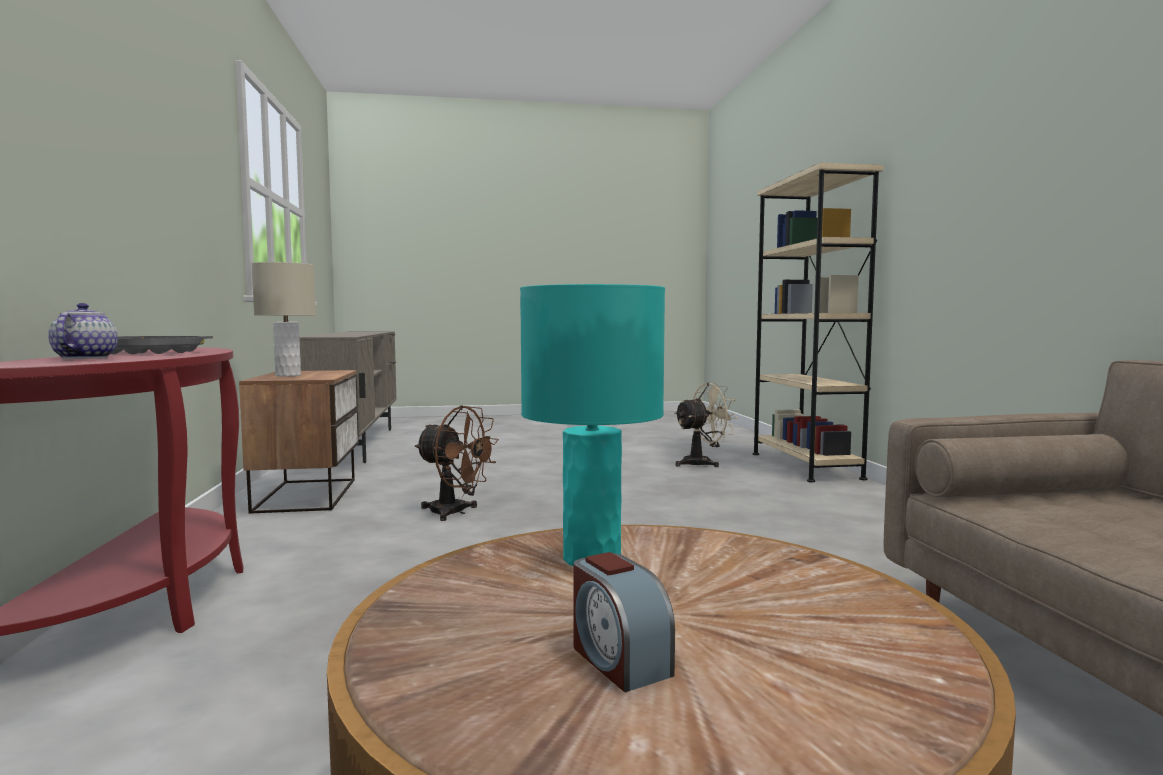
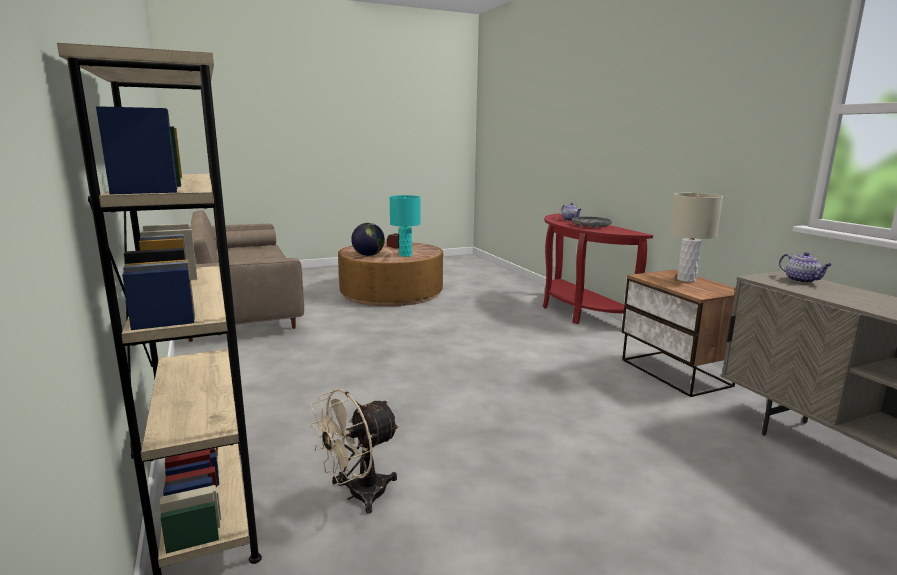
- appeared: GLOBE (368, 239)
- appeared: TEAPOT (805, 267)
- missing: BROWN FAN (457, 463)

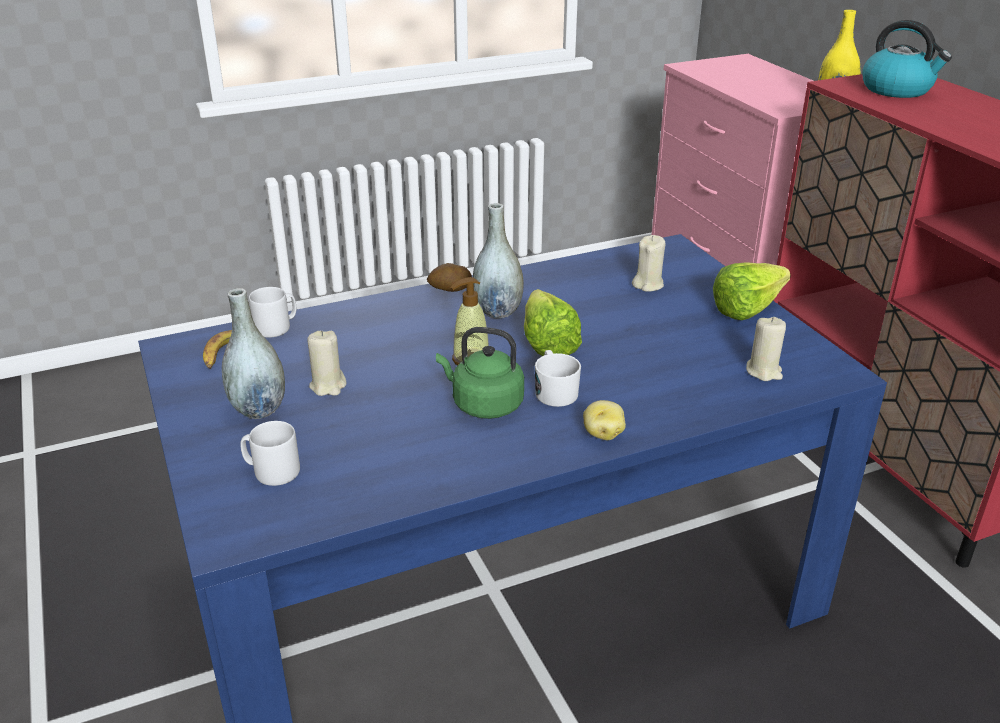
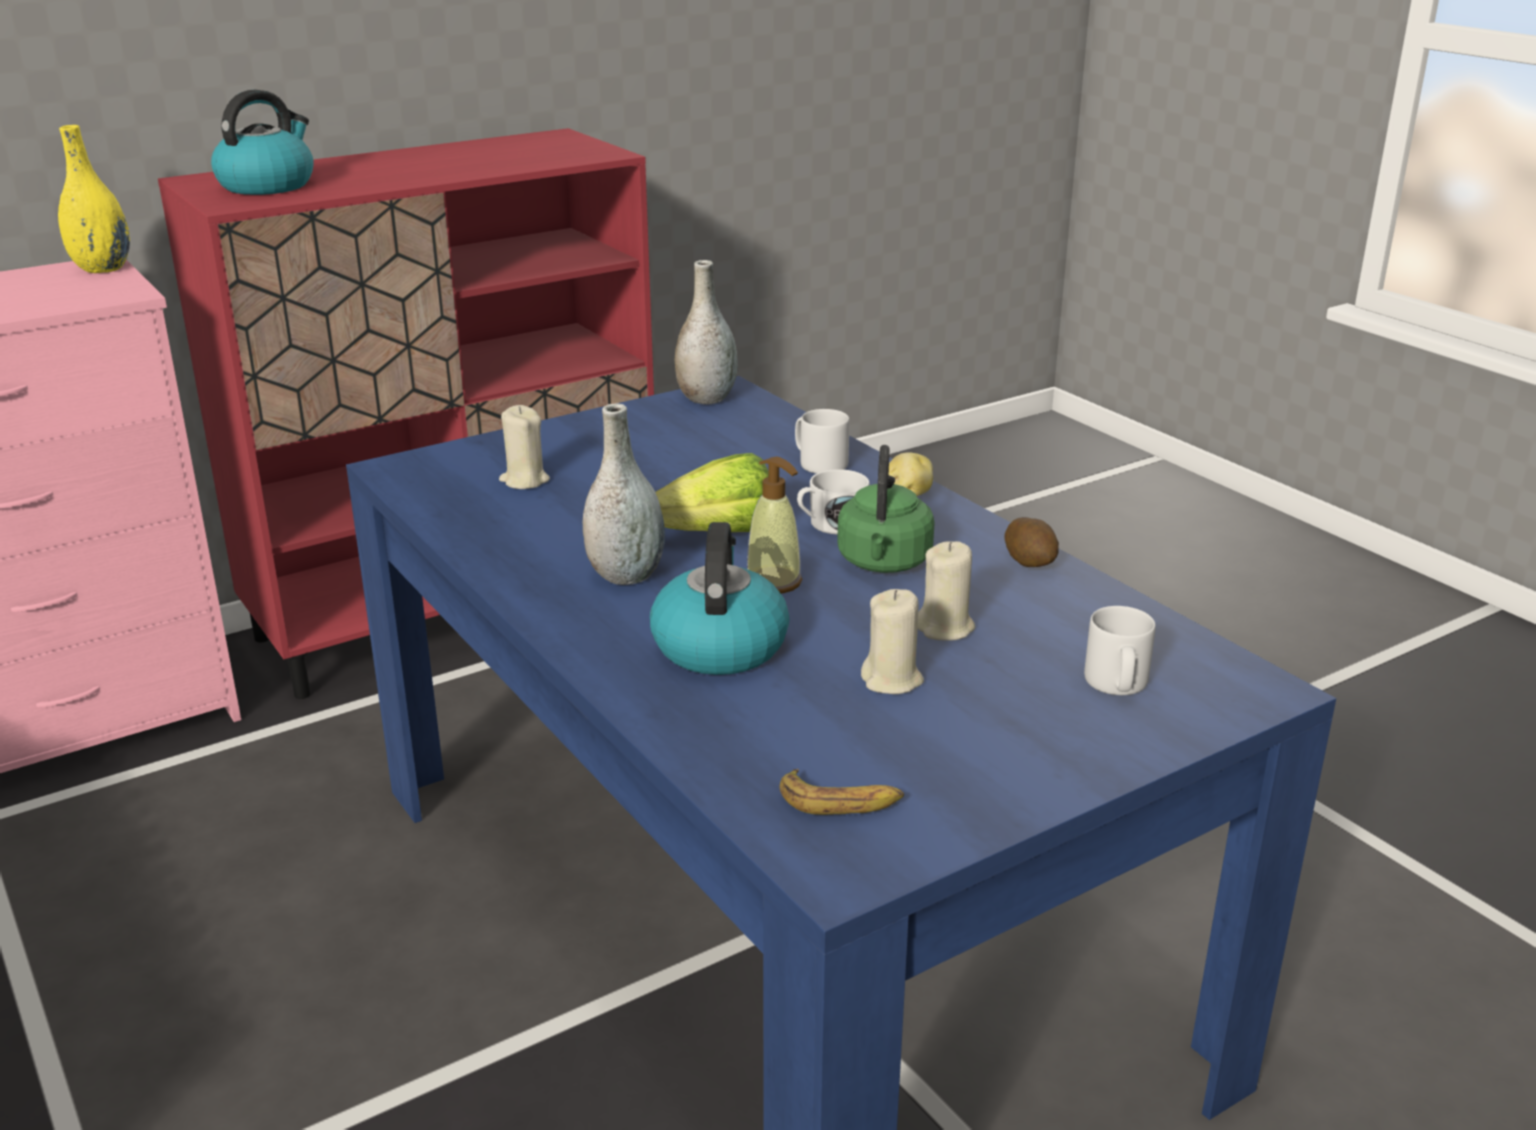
- appeared: KETTLE (720, 598)
- relocated: GREY VASE (253, 353) to (706, 332)
- relocated: GREY MUG (272, 312) to (822, 441)
- relocated: BEIGE CANDLE (766, 349) to (947, 591)
- relocated: POTATO (449, 277) to (1032, 542)
- missing: LETTUCE (752, 291)

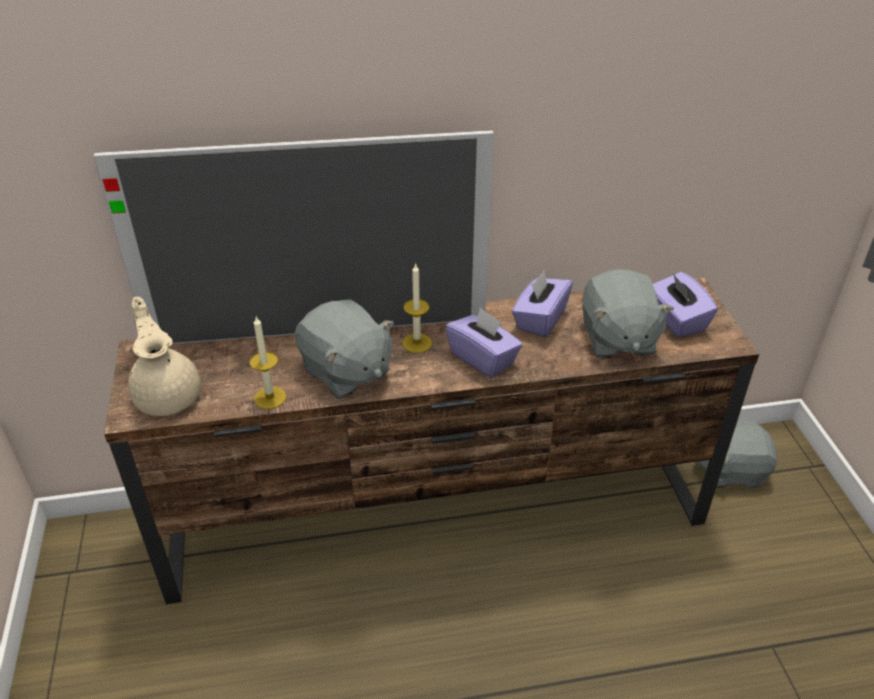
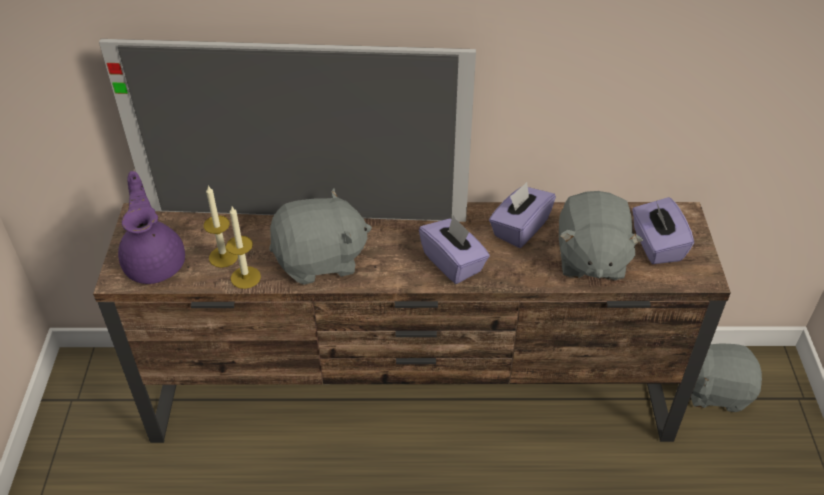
- colour: BEIGE TEAPOT (164, 356) to PURPLE TEAPOT (151, 227)
- relocated: CANDLE (417, 308) to (221, 226)
- spun: GREY PLUSH TOY (344, 349) = (320, 237) 75 degrees counterclockwise

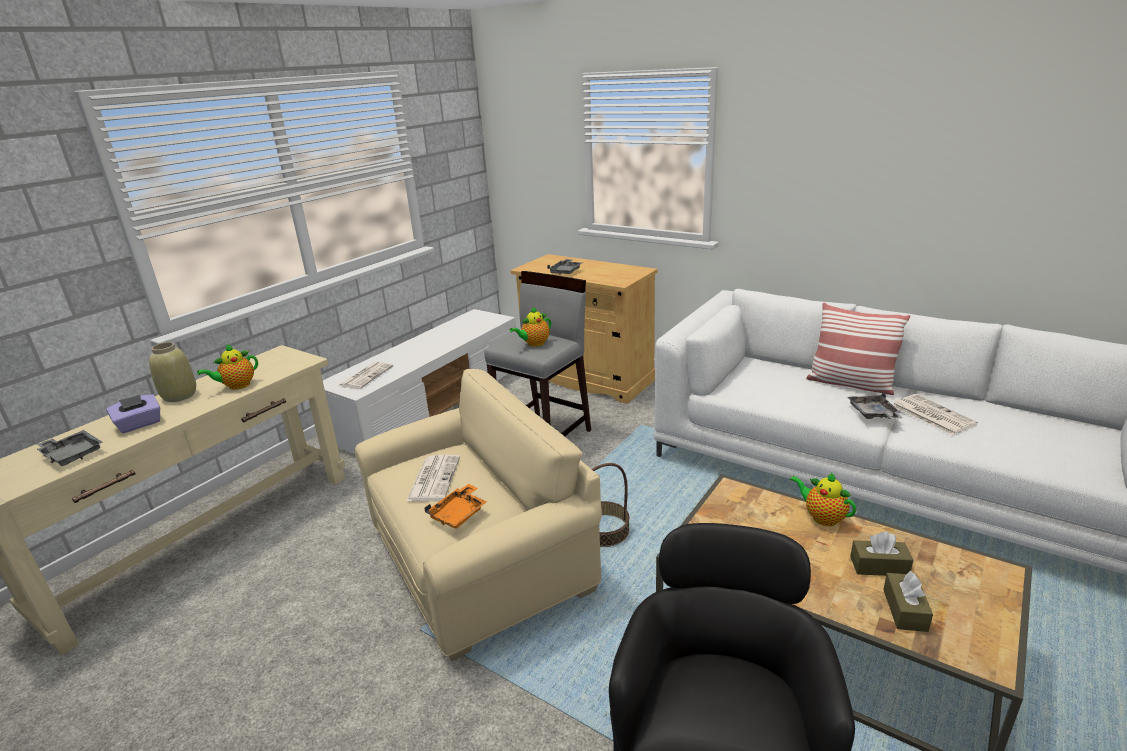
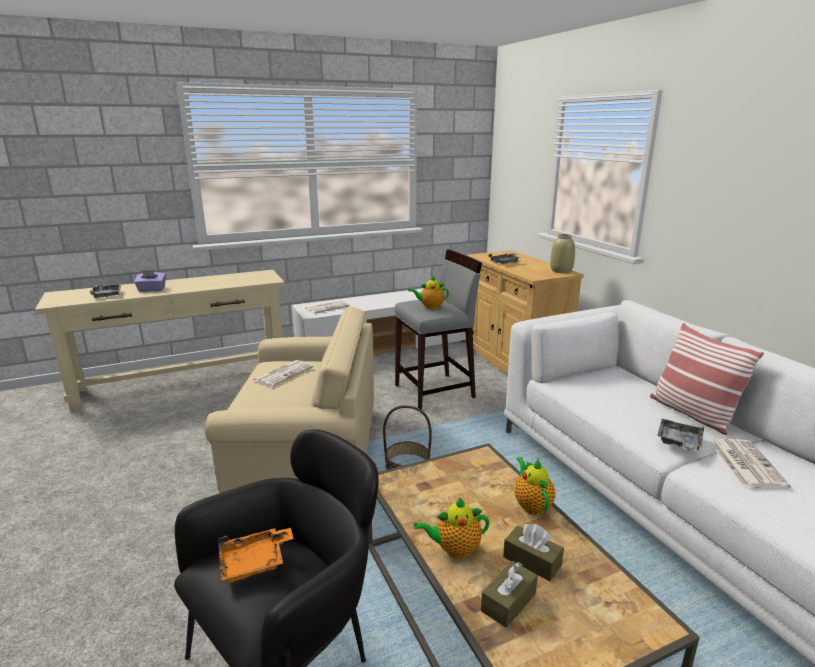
- relocated: ORANGE TRAY (455, 506) to (256, 555)
- relocated: TEAPOT (227, 367) to (451, 528)
- relocated: BEIGE VASE (172, 372) to (562, 253)

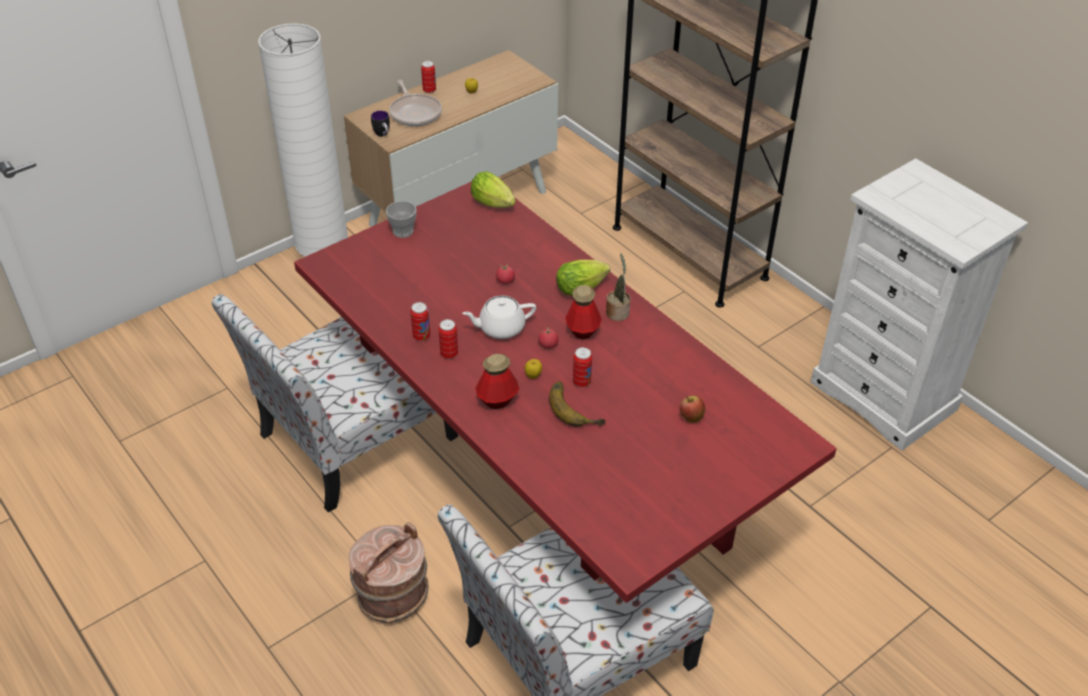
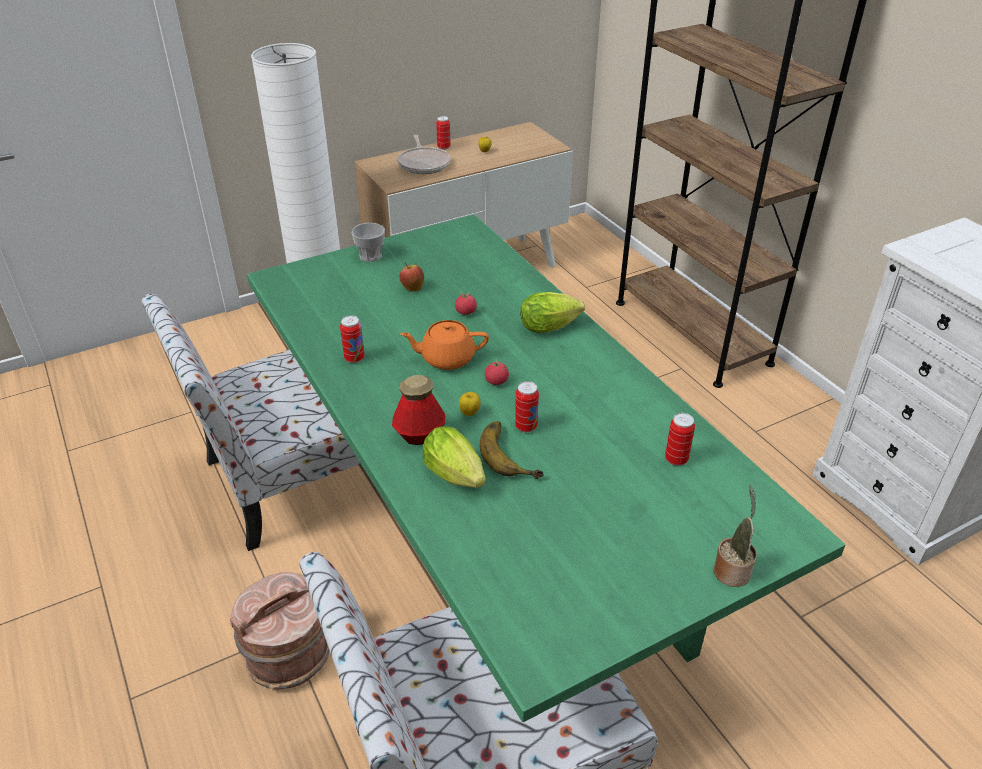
- colour: RED DINING TABLE (565, 392) to GREEN DINING TABLE (546, 468)
- relocated: APPLE (692, 409) to (411, 277)
- colour: WHITE TEAPOT (499, 317) to ORANGE TEAPOT (444, 345)
- relocated: LETTUCE (493, 189) to (454, 457)
- relocated: CAN (448, 339) to (680, 439)
- relocated: POTTED PLANT (618, 287) to (735, 536)
- missing: MUG (380, 124)
- missing: BOTTLE (583, 312)

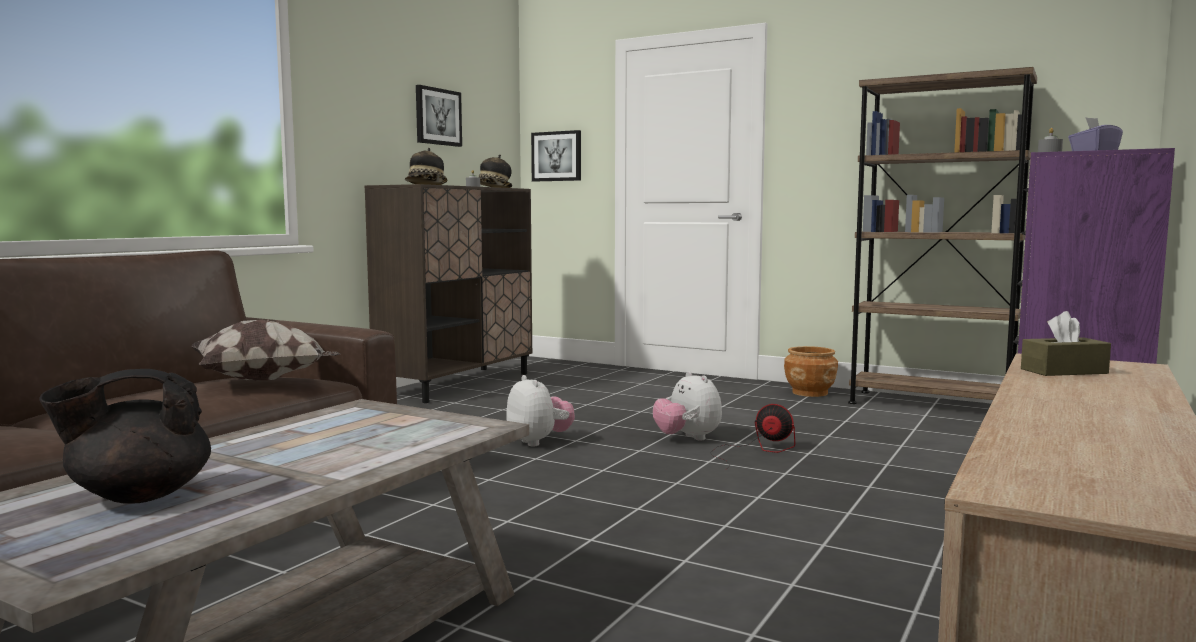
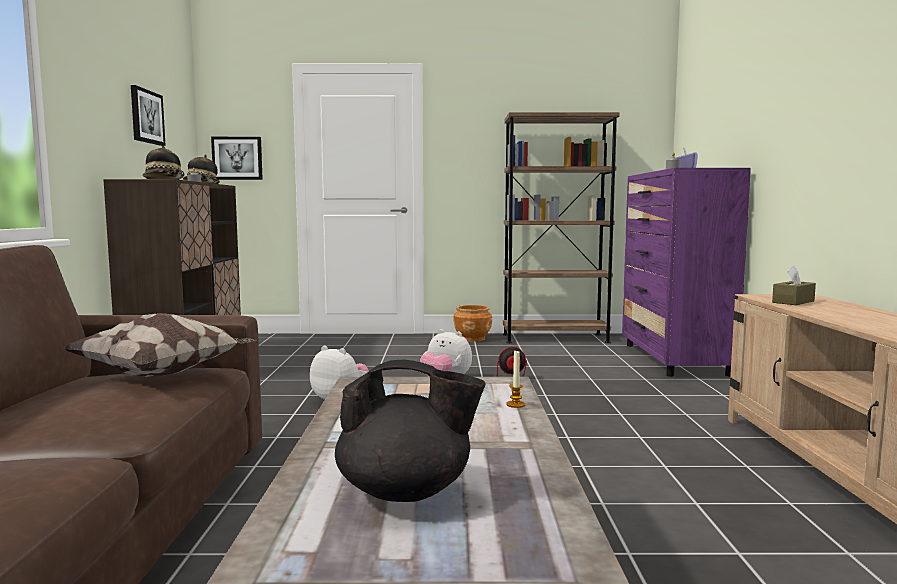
- spun: BLACK TEAPOT (125, 436) = (410, 431) 120 degrees counterclockwise
- appeared: CANDLE (516, 379)

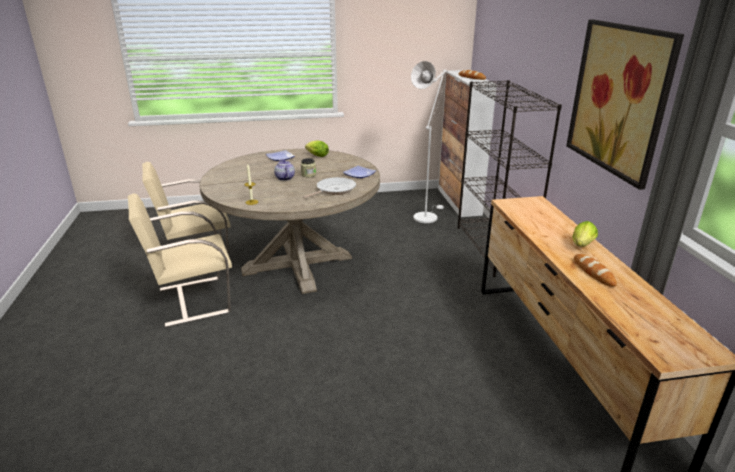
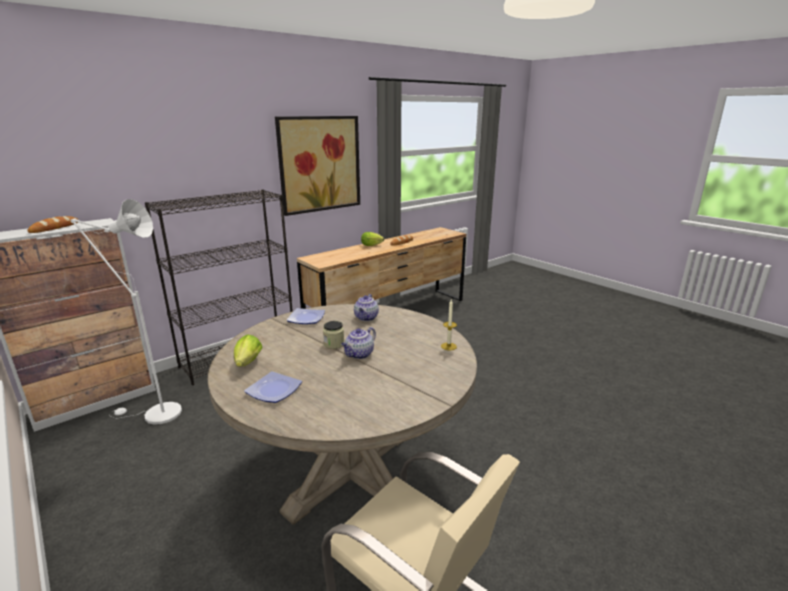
- exchanged: FRYING PAN (329, 187) to TEAPOT (366, 307)
- missing: BEIGE CHAIR (180, 260)

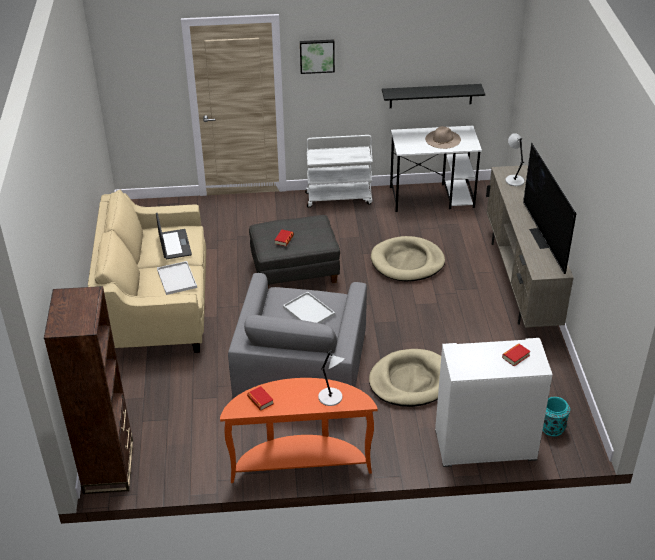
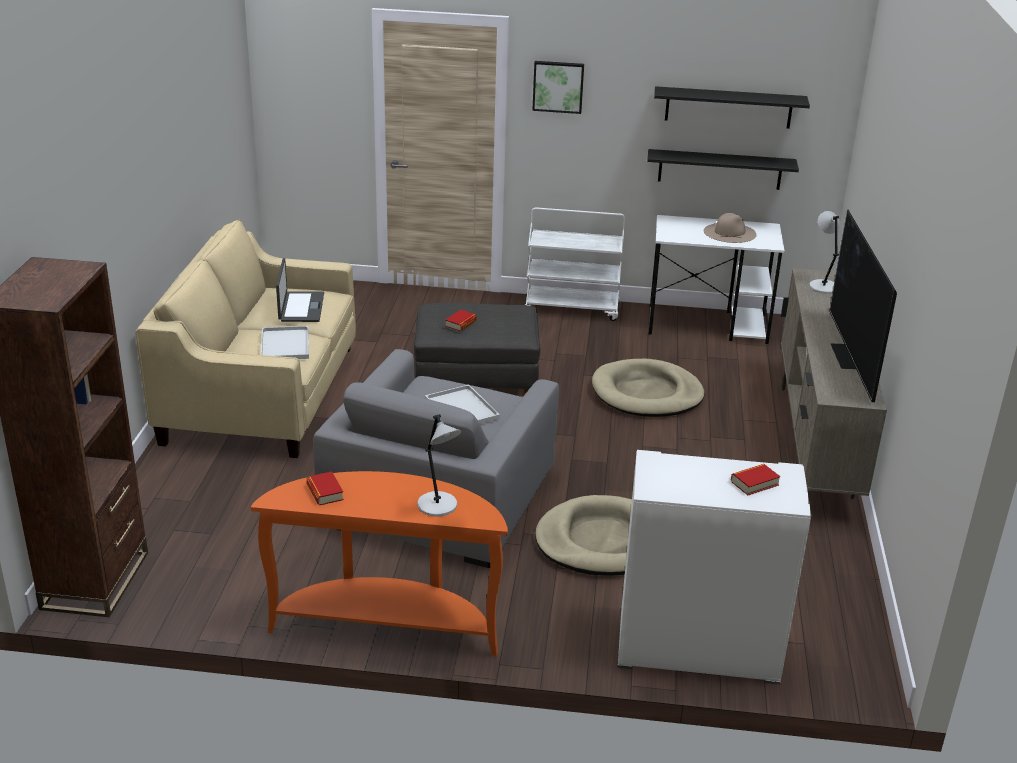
- appeared: BLACK SHELF (732, 107)
- missing: TURQUOISE VASE (556, 417)

